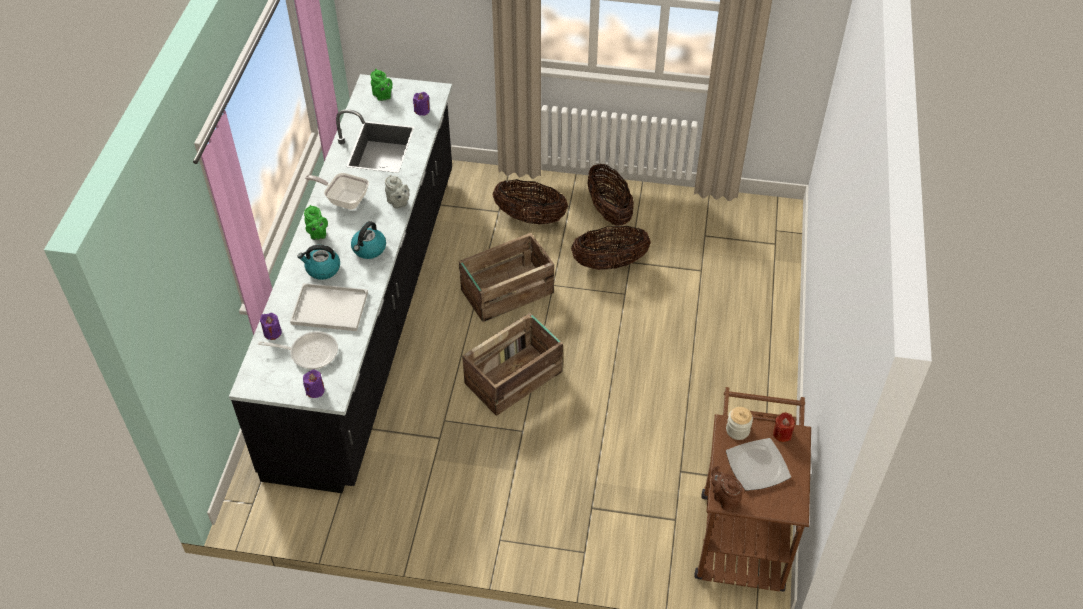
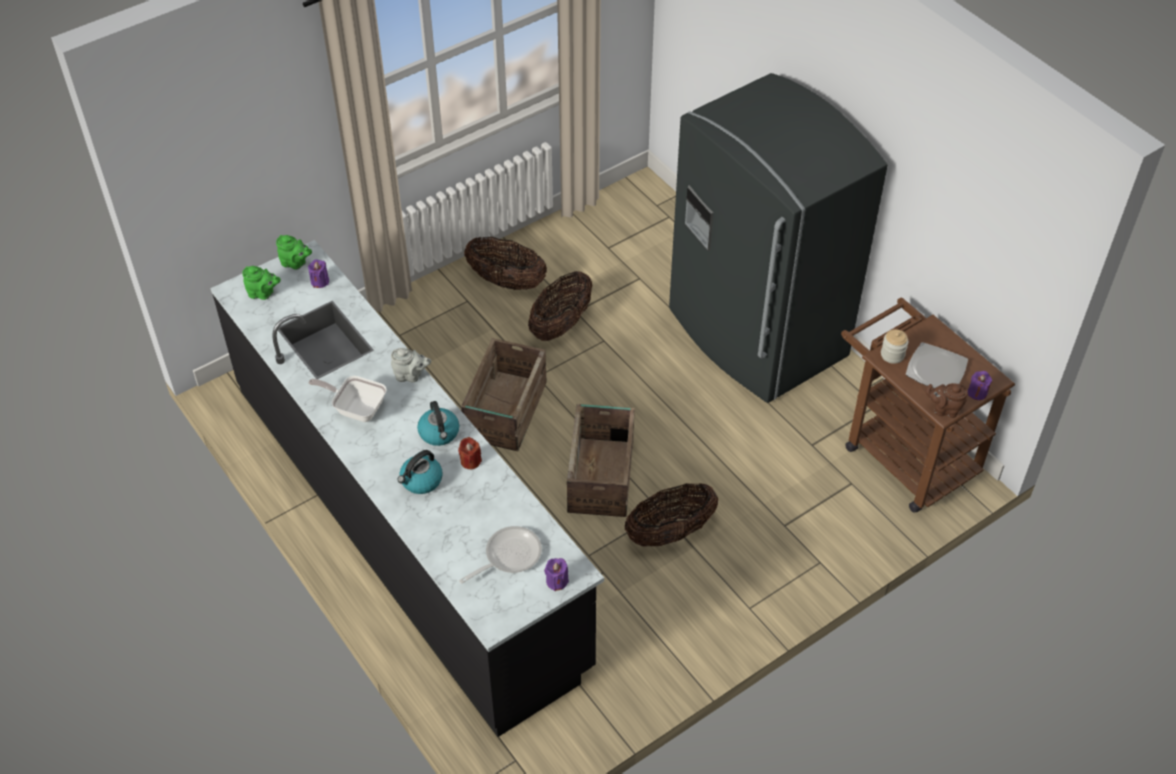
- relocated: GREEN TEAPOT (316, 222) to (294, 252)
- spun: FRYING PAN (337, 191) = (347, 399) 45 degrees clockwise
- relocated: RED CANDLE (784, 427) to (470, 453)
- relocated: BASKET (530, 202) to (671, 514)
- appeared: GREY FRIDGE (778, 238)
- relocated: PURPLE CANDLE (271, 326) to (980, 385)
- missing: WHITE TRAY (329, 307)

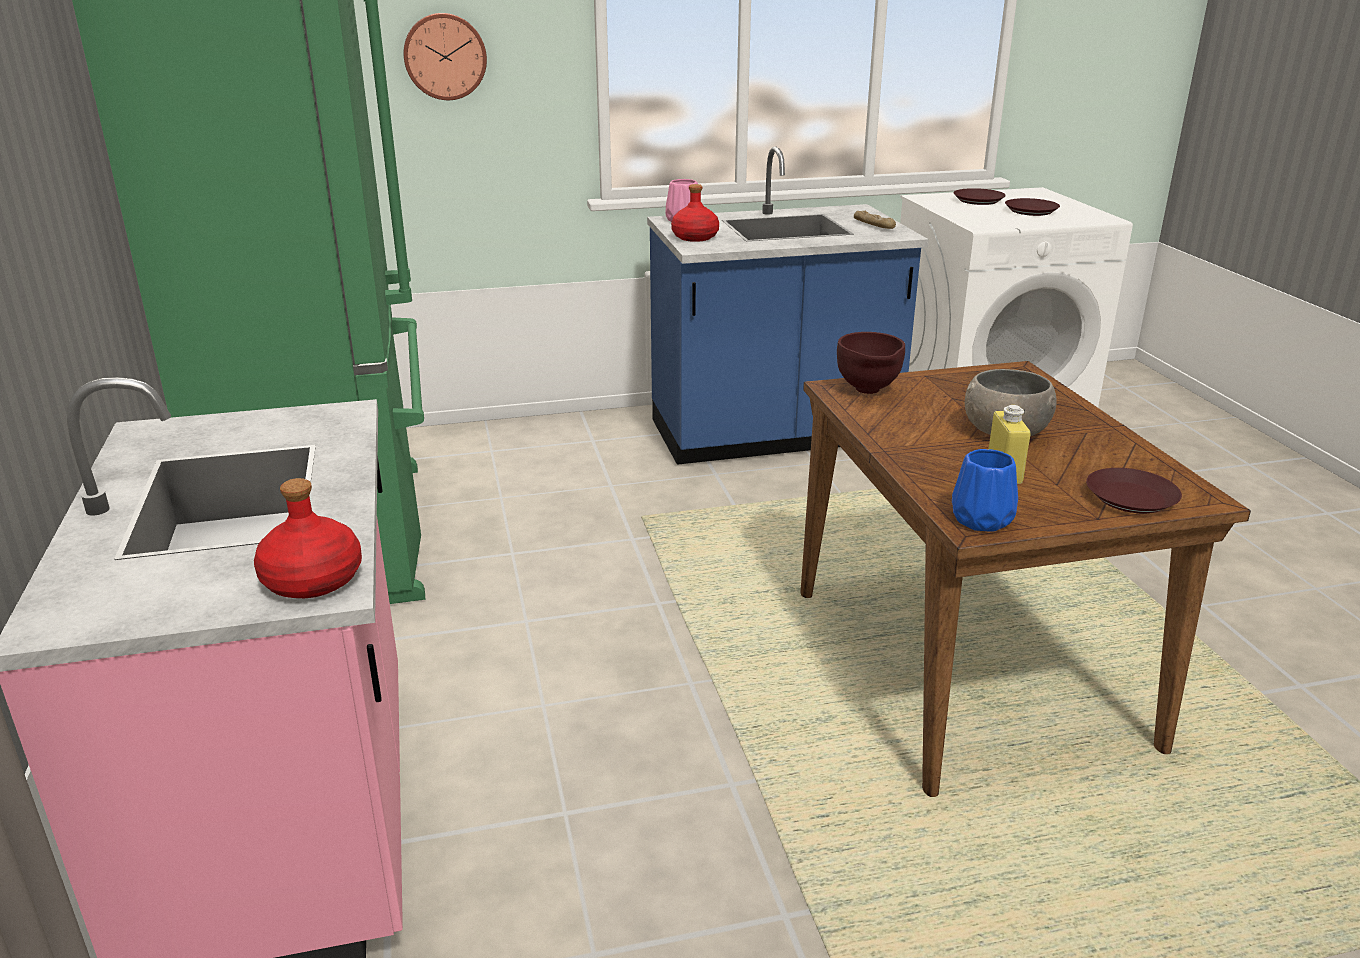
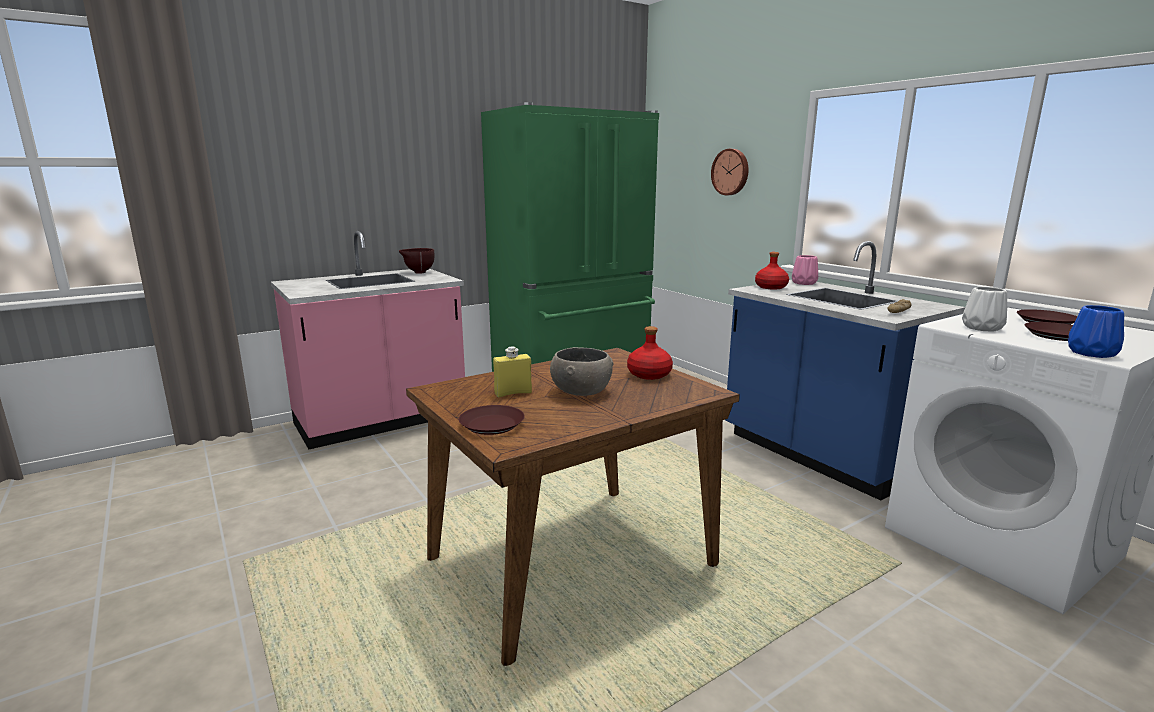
- relocated: BROWN BOWL (871, 363) to (416, 261)
- relocated: RED BOTTLE (308, 538) to (650, 353)
- appeared: WHITE VASE (984, 309)
- relocated: BLUE VASE (985, 490) to (1096, 331)

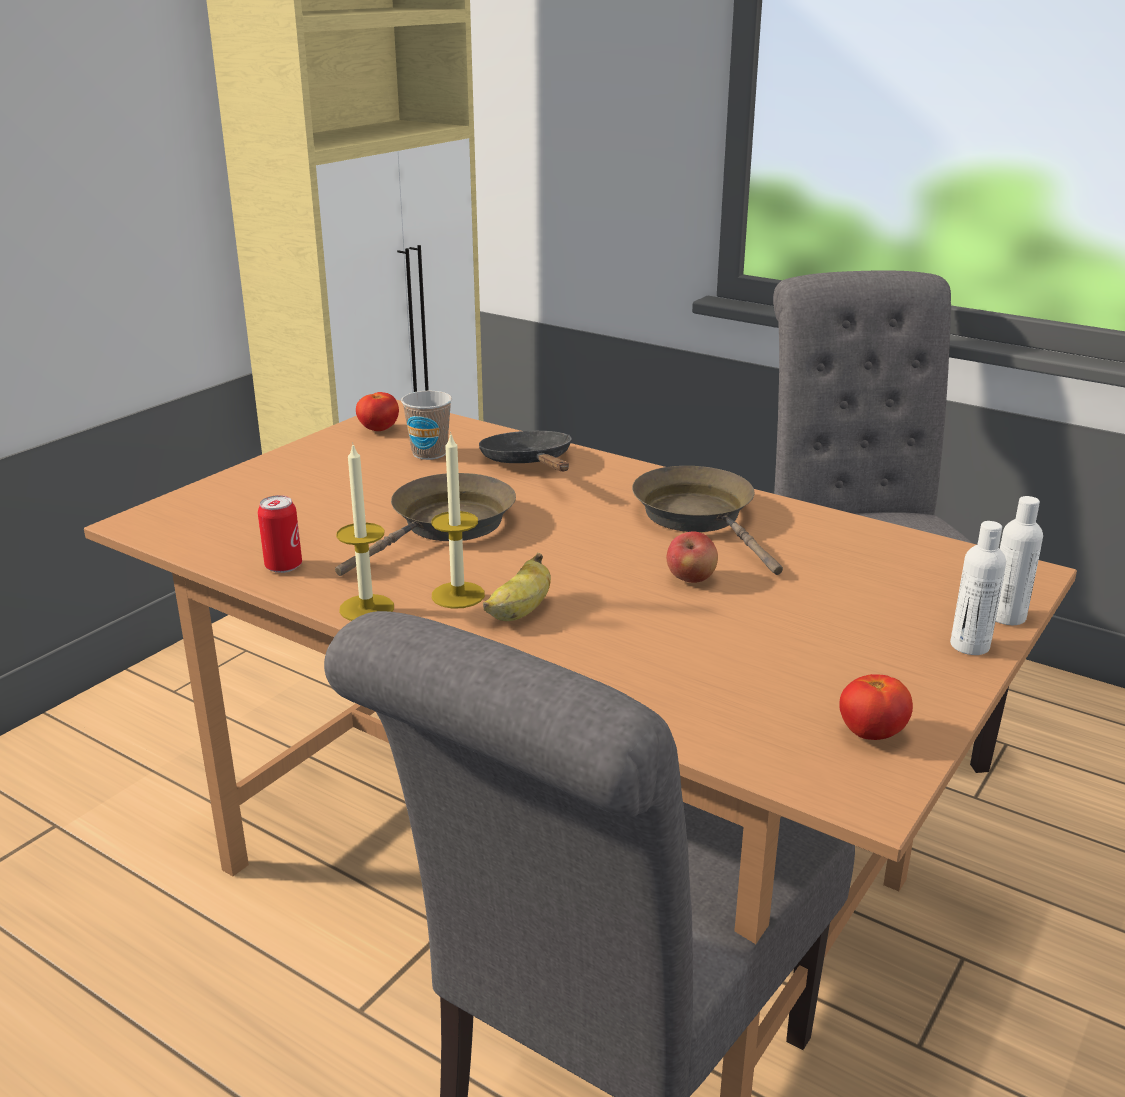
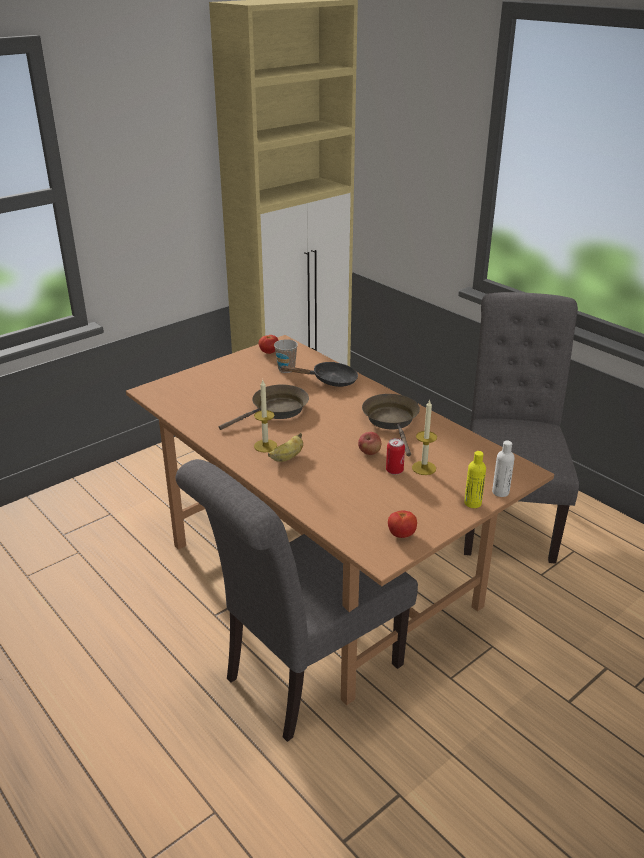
- spun: BLACK FRYING PAN (525, 451) = (319, 374) 90 degrees clockwise
- relocated: CAN (280, 534) to (395, 456)
- relocated: CANDLE (365, 531) to (424, 437)
- colour: WHITE BOTTLE (978, 588) to YELLOW BOTTLE (475, 479)

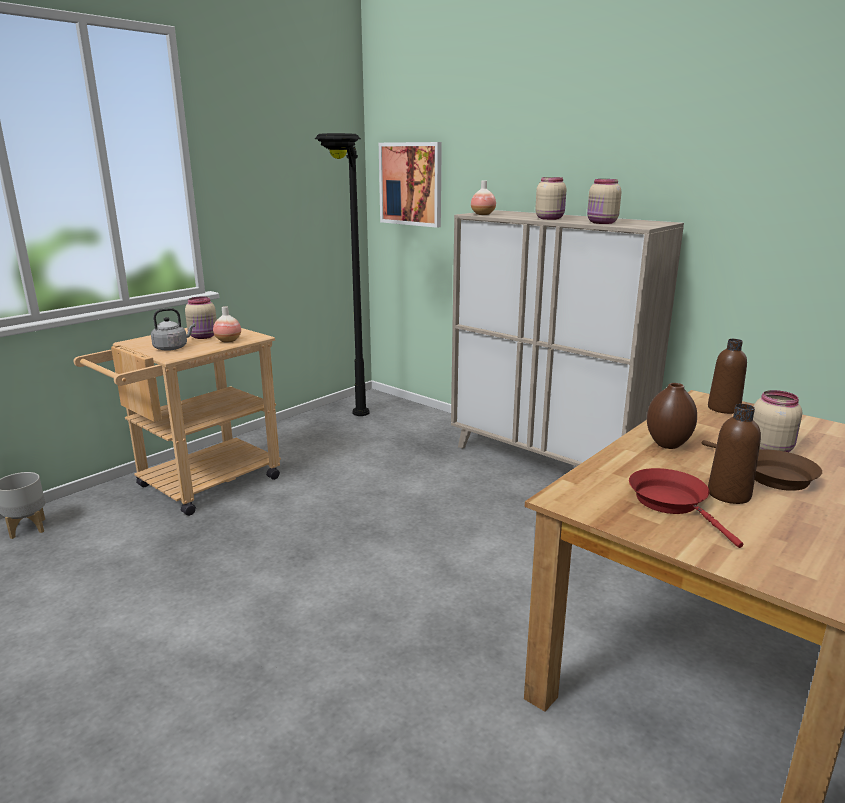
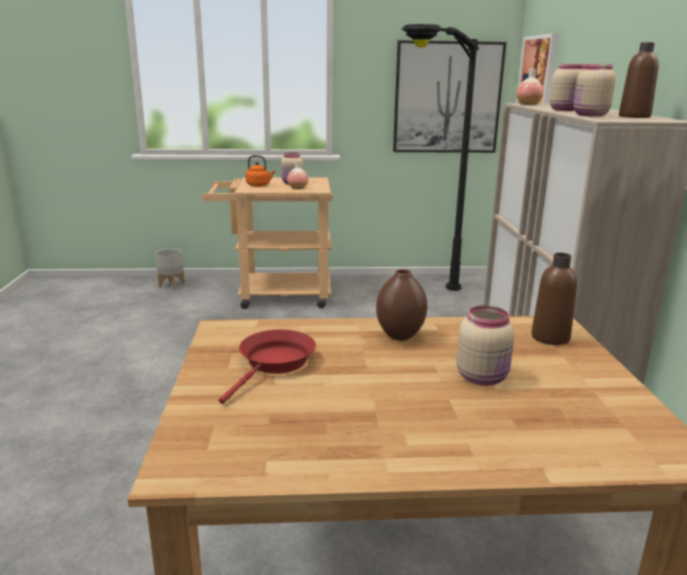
- colour: GREY KETTLE (173, 329) to ORANGE KETTLE (260, 171)
- appeared: PICTURE (449, 96)
- relocated: BROWN BOTTLE (734, 454) to (639, 80)
- missing: BROWN FRYING PAN (762, 465)

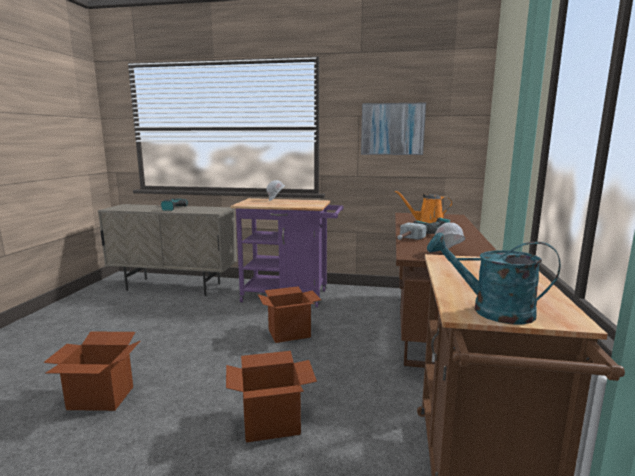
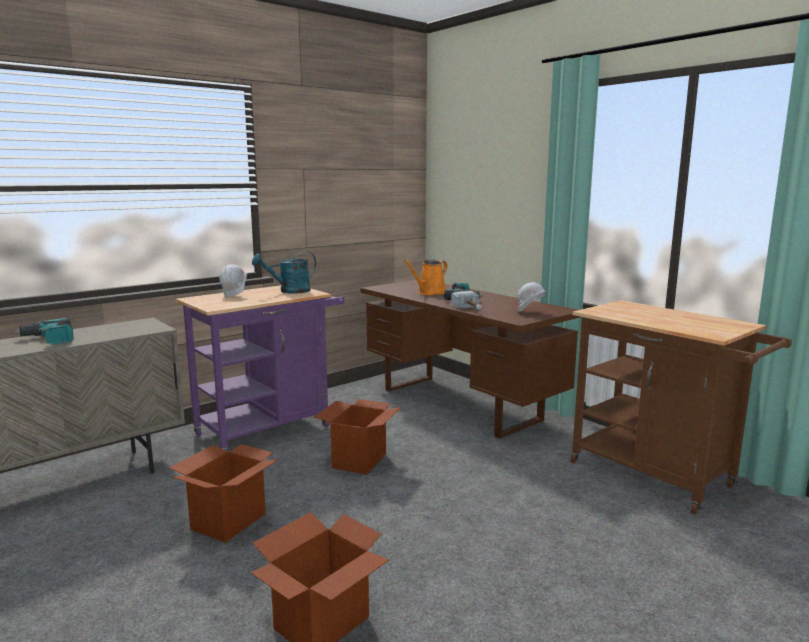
- relocated: CARDBOARD BOX (271, 397) to (224, 493)
- relocated: TURQUOISE WATERING CAN (494, 278) to (284, 272)
- missing: PICTURE (393, 129)

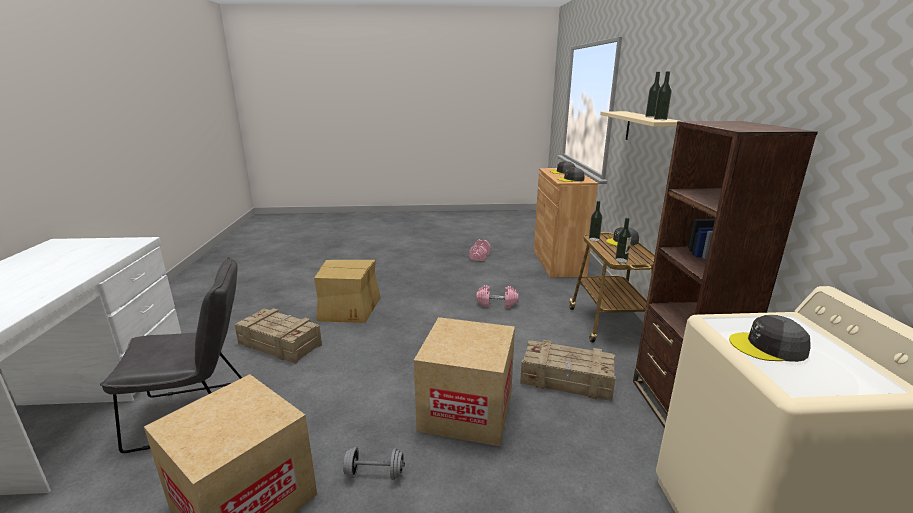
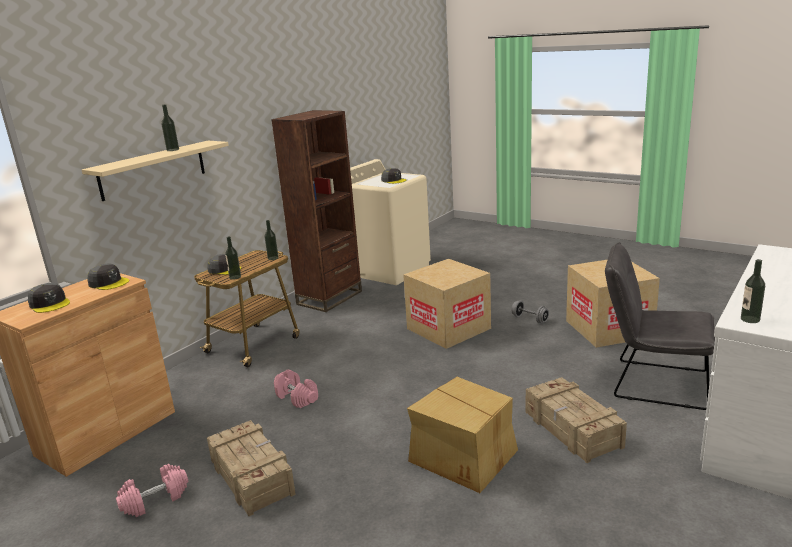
- relocated: CRATE (567, 370) to (251, 468)
- relocated: BOTTLE (663, 95) to (753, 291)

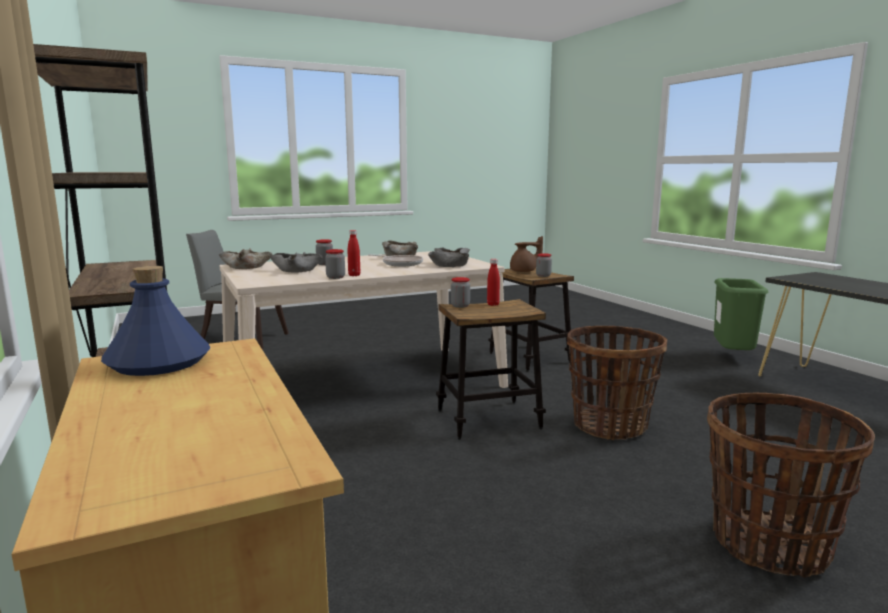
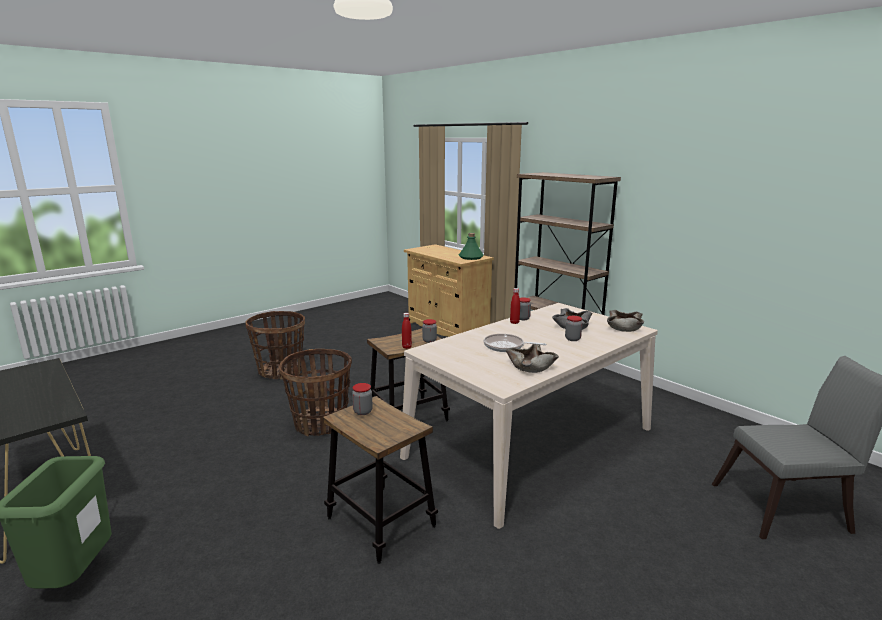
- colour: BLUE BOTTLE (155, 321) to GREEN BOTTLE (471, 246)
- missing: GREY BOWL (449, 257)
- missing: BROWN TEAPOT (526, 254)

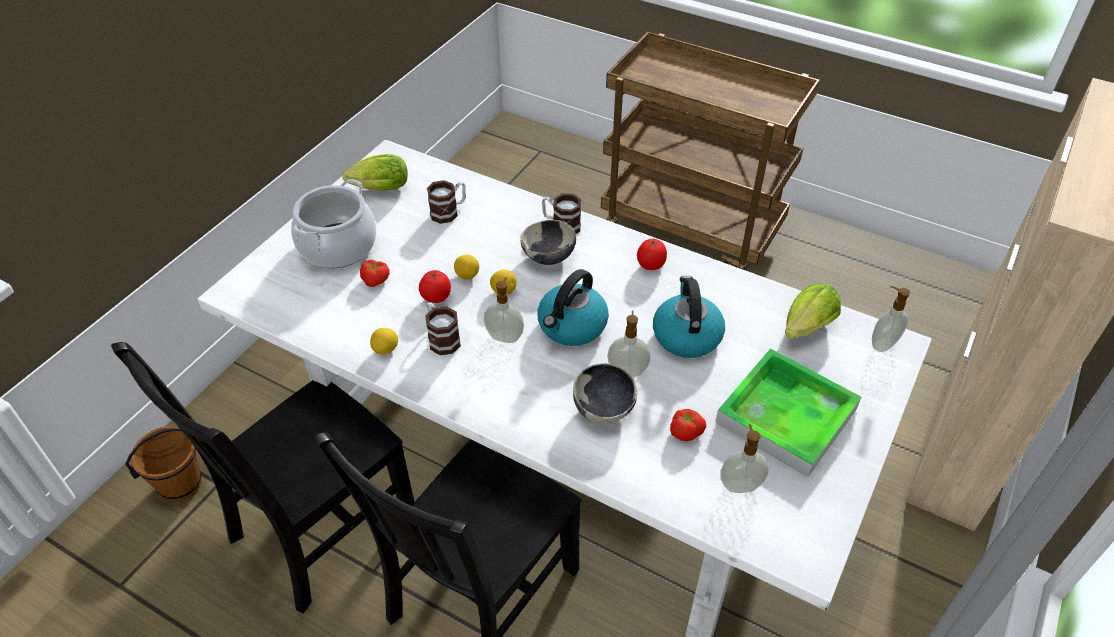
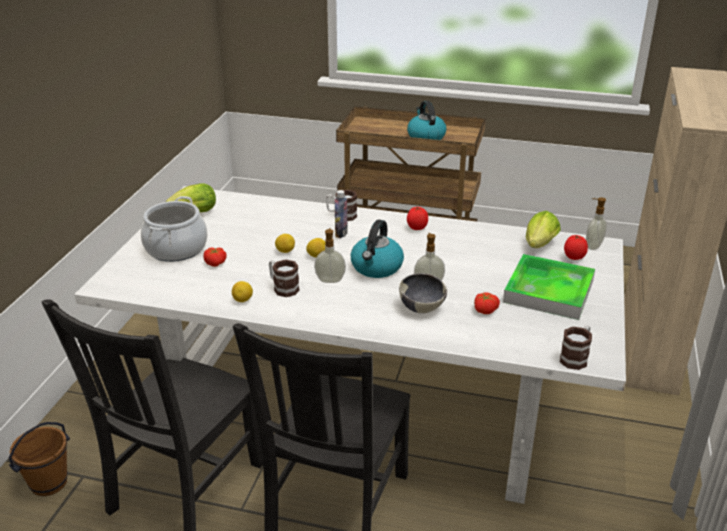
- exchanged: BOWL (548, 242) to BOTTLE (341, 214)
- relocated: KETTLE (689, 317) to (426, 120)
- relocated: MUG (446, 202) to (576, 348)
- relocated: TOMATO (435, 286) to (576, 247)
- missing: SOAP DISPENSER (745, 458)

